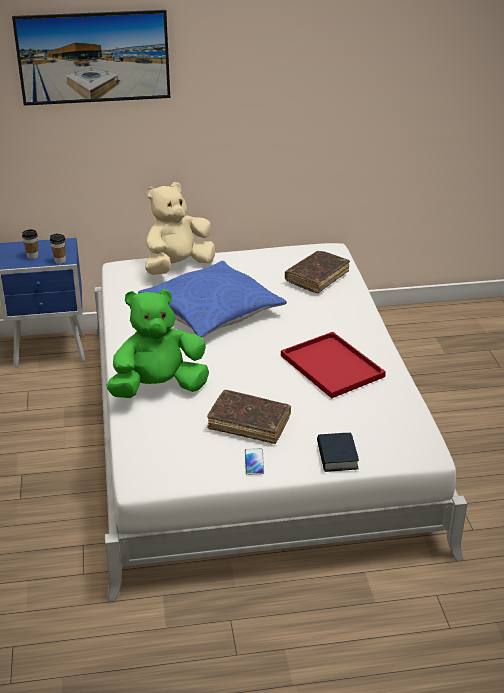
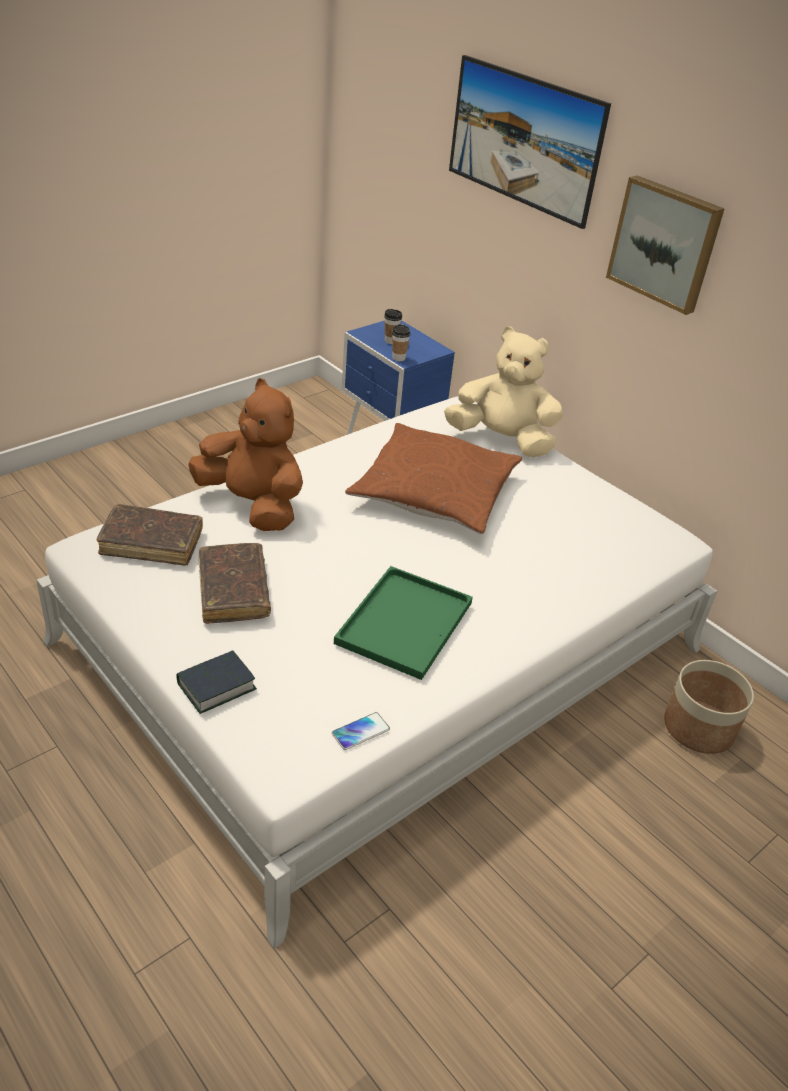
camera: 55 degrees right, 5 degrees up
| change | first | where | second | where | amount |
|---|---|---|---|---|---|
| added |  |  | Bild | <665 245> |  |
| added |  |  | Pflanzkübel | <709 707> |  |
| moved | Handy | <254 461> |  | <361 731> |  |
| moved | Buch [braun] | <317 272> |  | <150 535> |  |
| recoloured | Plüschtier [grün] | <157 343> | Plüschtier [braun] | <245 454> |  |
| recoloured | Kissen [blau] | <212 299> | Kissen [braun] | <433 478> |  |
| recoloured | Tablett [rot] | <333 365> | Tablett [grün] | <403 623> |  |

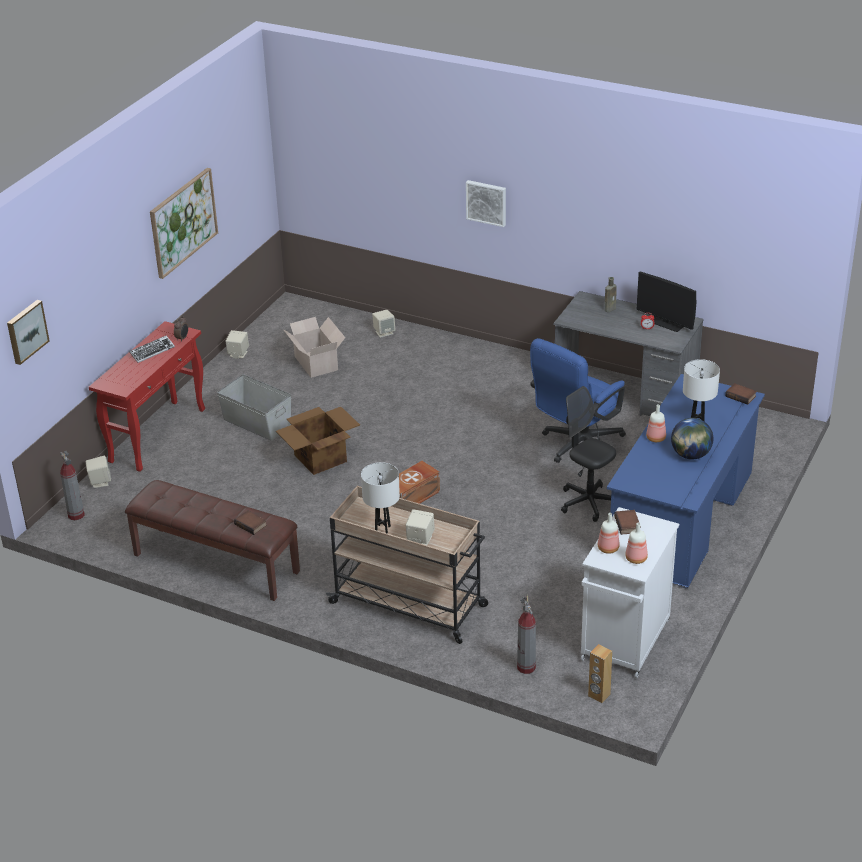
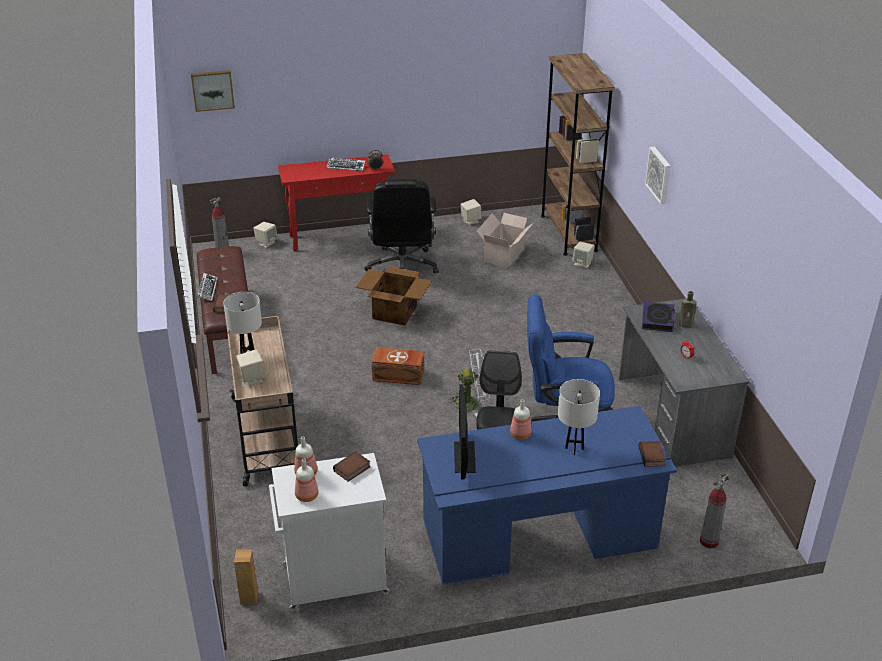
camera: 50 degrees right, 0 degrees up
| change | first | where | second | where | amount |
|---|---|---|---|---|---|
| removed | Bild | <184 223> |  |  |  |
| removed | Globus | <692 439> |  |  |  |
| added |  |  | Tastatur | <207 287> |  |
| added |  |  | Ventilator [weiß] | <469 383> |  |
| added |  |  | Bücherregal [braun] | <578 154> |  |
| added |  |  | Buch | <658 317> |  |
| moved | Feuerlöscher | <526 634> |  | <715 511> |  |
| moved | Monitor | <666 302> |  | <465 432> |  |
| replaced | Aufbewahrungsbox [grau] | <254 407> | Bürostuhl [schwarz] | <401 226> |  |

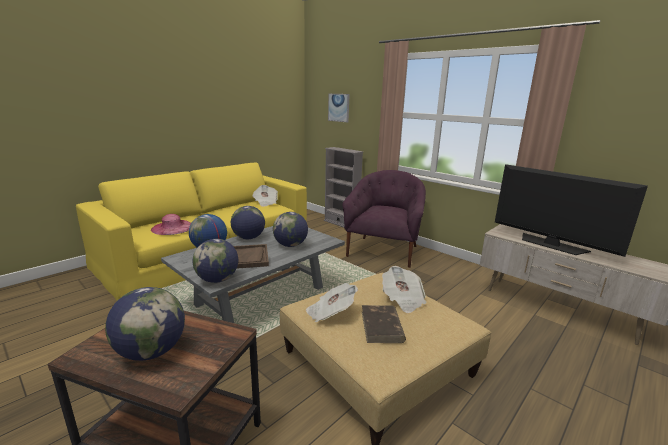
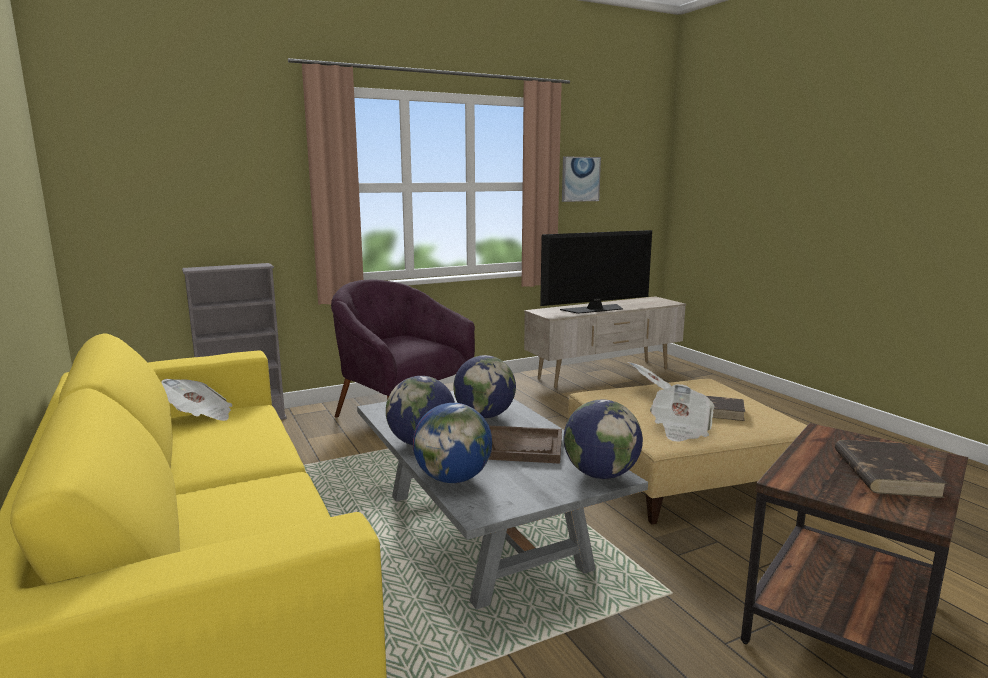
camera: 70 degrees left, 5 degrees down
| change | first | where | second | where | amount |
|---|---|---|---|---|---|
| removed | Hut [rosa] | <171 224> |  |  |  |
| moved | Bild | <339 108> |  | <581 179> |  |
| replaced | Globus | <145 324> | Buch [braun] | <891 469> |  |

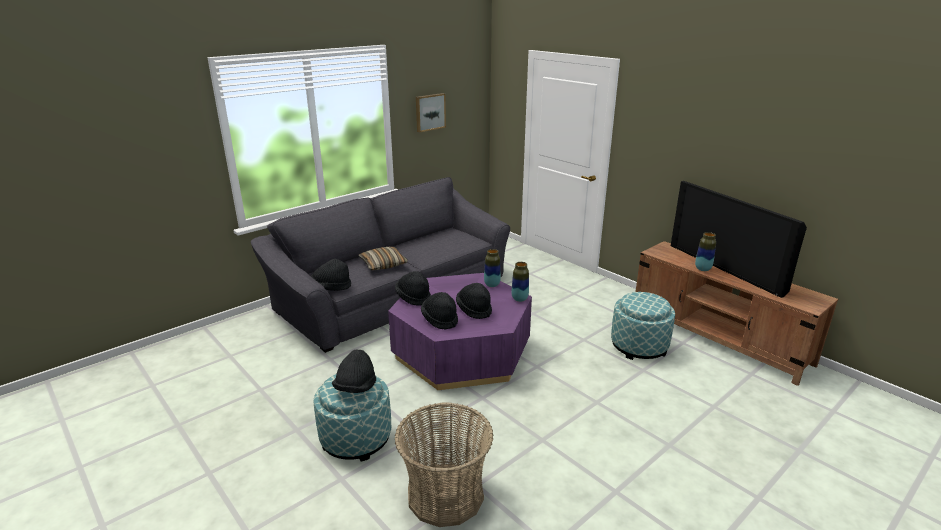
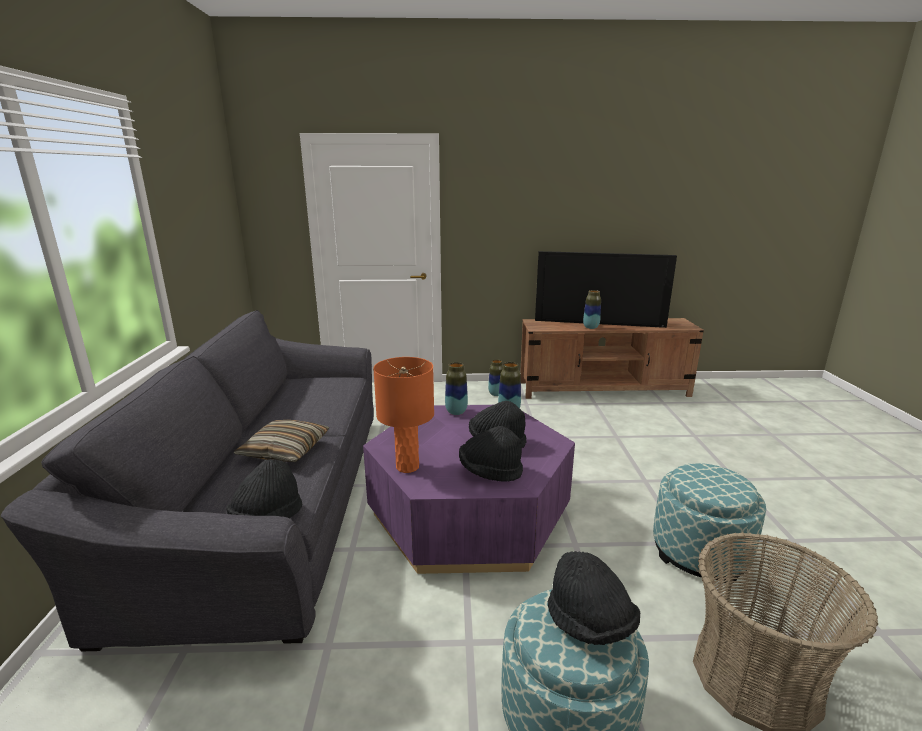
camera: 50 degrees left, 5 degrees down
| change | first | where | second | where | amount |
|---|---|---|---|---|---|
| removed | Bild | <431 112> |  |  |  |
| added |  |  | Vase | <495 378> |  |
| moved | Polsterhocker | <643 326> |  | <709 523> |  |
| replaced | Hut [schwarz] | <413 288> | Tischlampe [orange] | <403 415> |  |

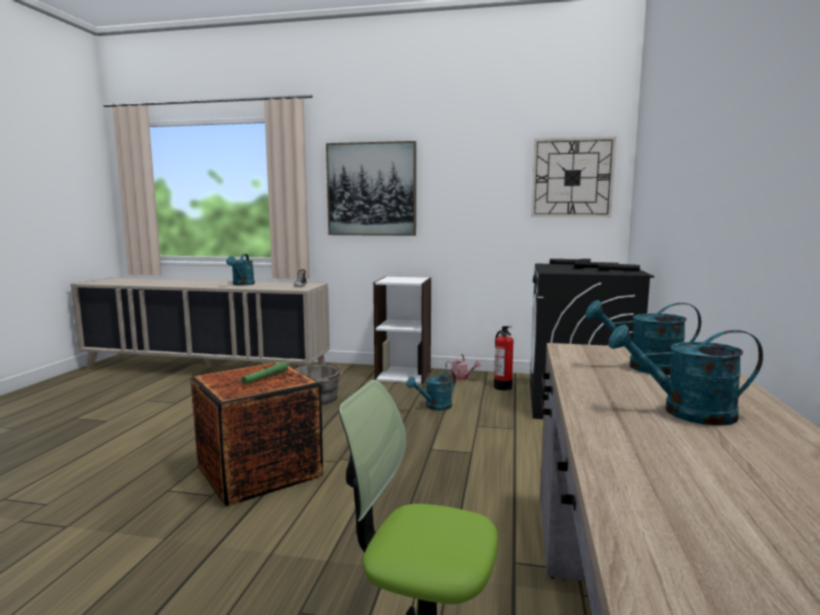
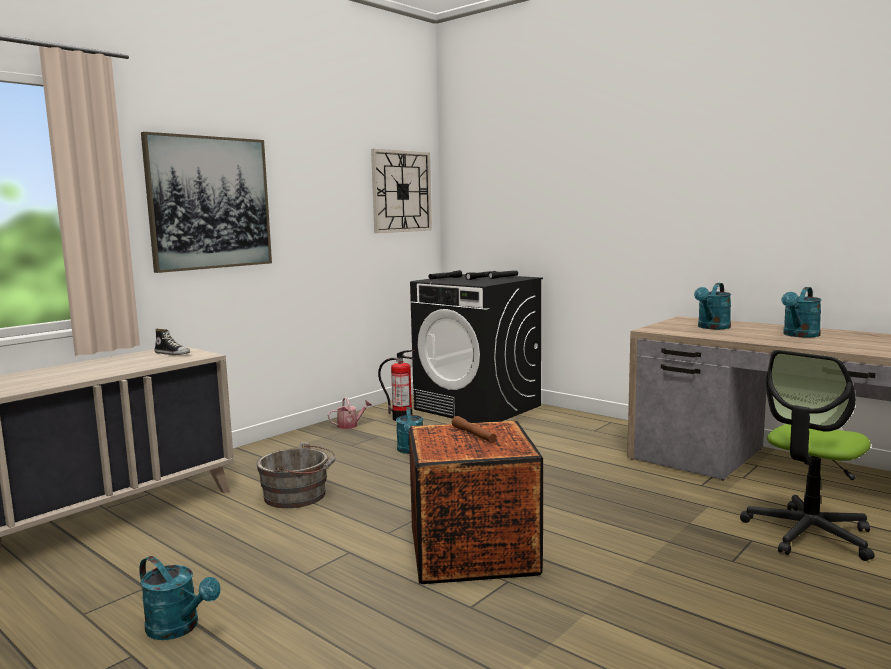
camera: 60 degrees left, 0 degrees up
| change | first | where | second | where | amount |
|---|---|---|---|---|---|
| removed | Bücherregal [weiß] | <402 330> |  |  |  |
| moved | Gießkanne [türkis] | <240 270> |  | <180 598> |  |
| recoloured | Taschenlampe [grün] | <264 372> | Taschenlampe [braun] | <474 429> |  |

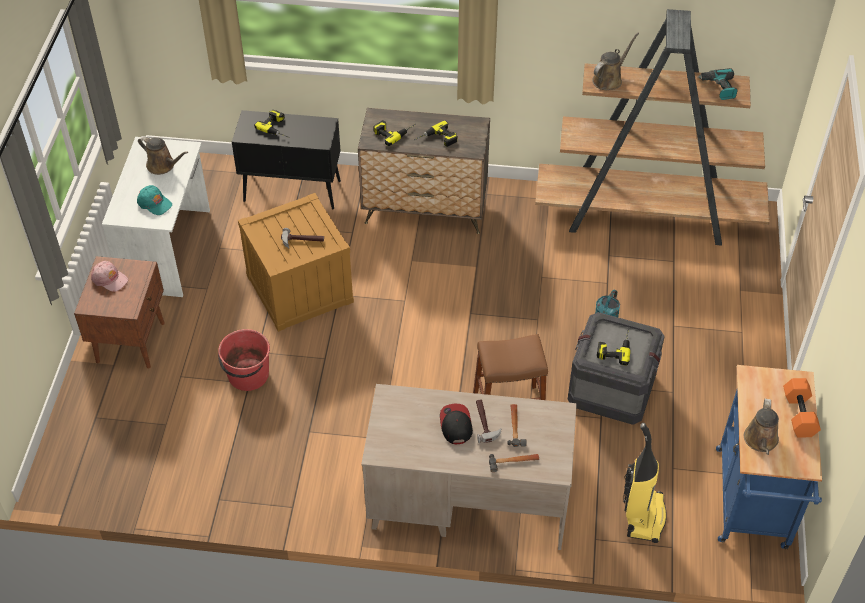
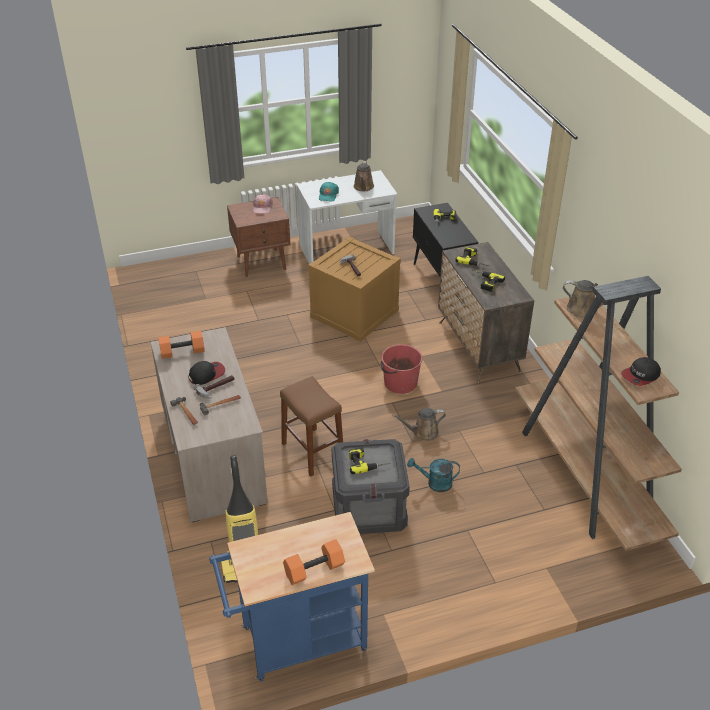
camera: 65 degrees right, 10 degrees down
| change | first | where | second | where | amount |
|---|---|---|---|---|---|
| added |  |  | Hantel [orange] | <181 345> |  |
| moved | Eimer [rot] | <244 360> |  | <401 369> |  |
| moved | Gießkanne [braun] | <761 426> |  | <419 424> |  |
| replaced | Bohrmaschine | <717 84> | Kappe | <641 371> |  |

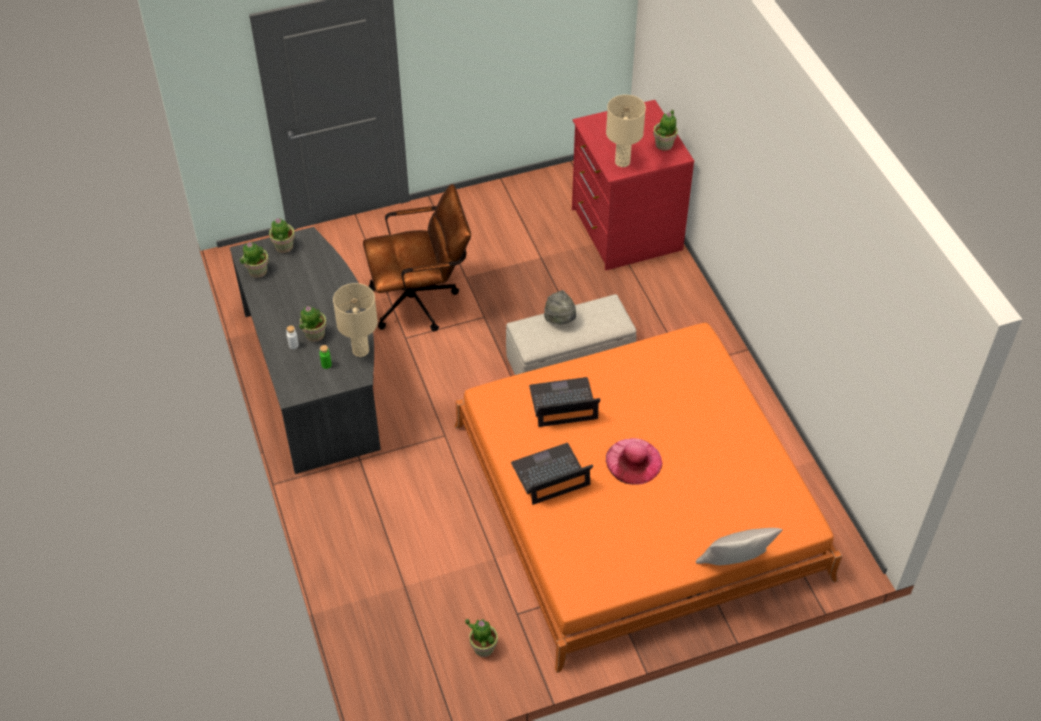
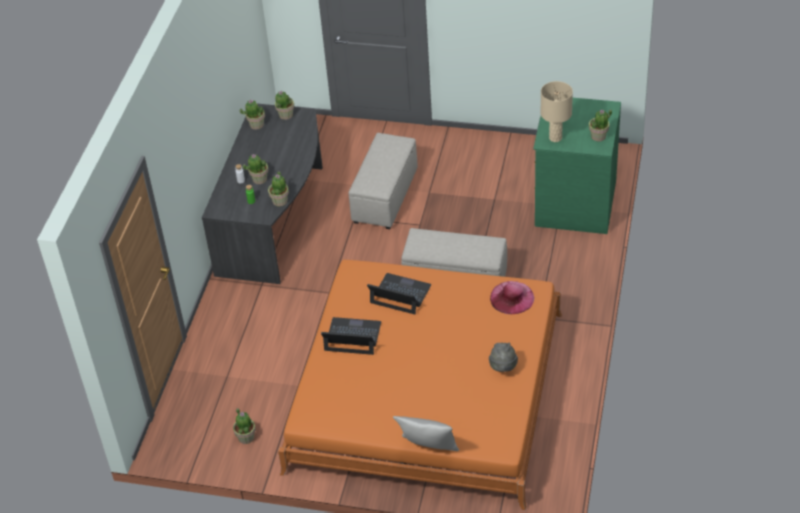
camera: 35 degrees right, 5 degrees down
| change | first | where | second | where | amount |
|---|---|---|---|---|---|
| moved | Hut [grau] | <560 307> |  | <503 357> |  |
| moved | Hut [rosa] | <634 461> |  | <512 297> |  |
| replaced | Tischlampe [beige] | <355 320> | Topfpflanze | <278 189> |  |
| replaced | Bürostuhl [braun] | <417 257> | Polsterhocker [beige] | <383 181> |  |
| recoloured | Kommode [rot] | <633 185> | Kommode [grün] | <577 166> |  |

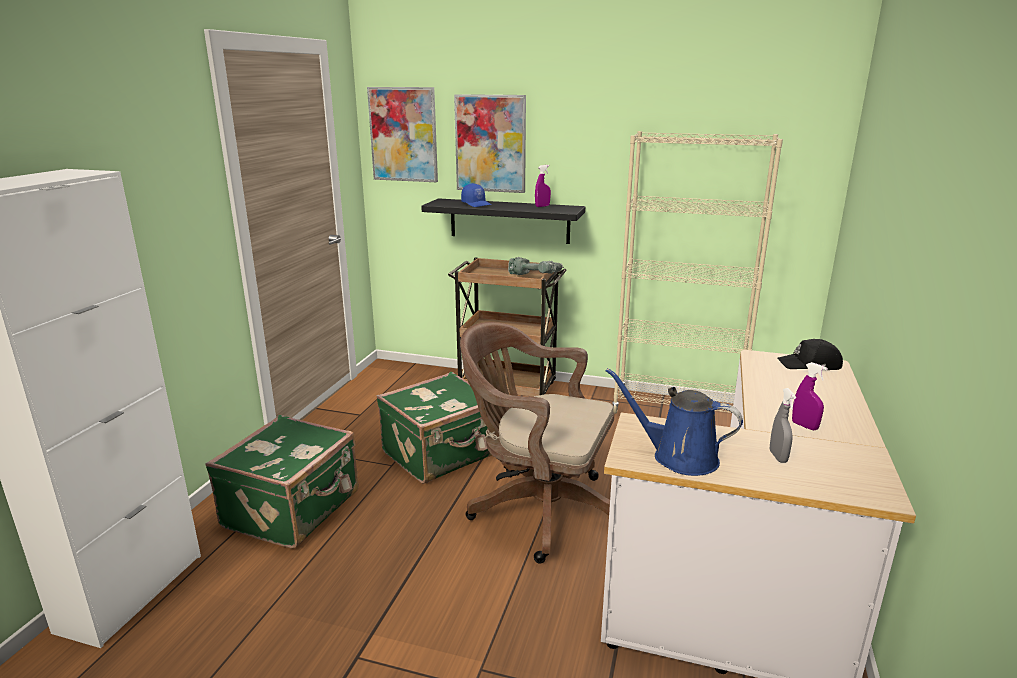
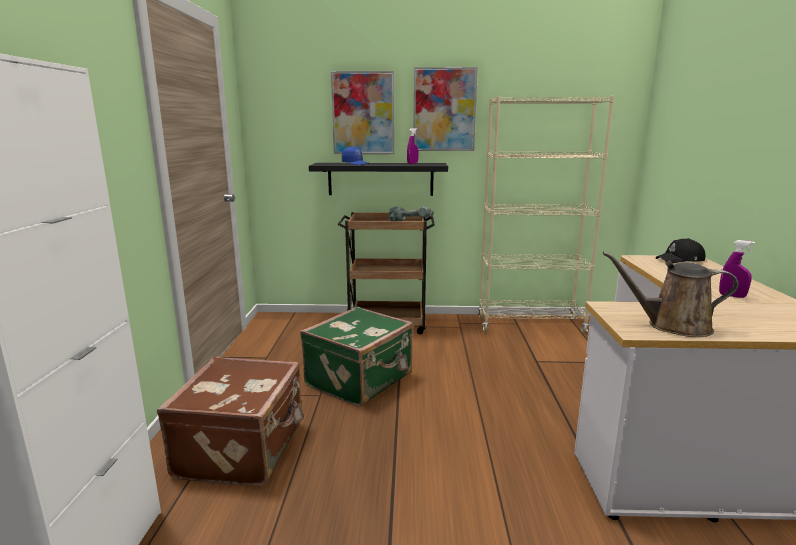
camera: 15 degrees left, 5 degrees down
| change | first | where | second | where | amount |
|---|---|---|---|---|---|
| removed | Bürostuhl [braun] | <537 443> |  |  |  |
| removed | Sprühflasche [grau] | <783 425> |  |  |  |
| moved | Bild | <402 134> |  | <446 109> |  |
| recoloured | Koffer [grün] | <282 482> | Koffer [braun] | <230 421> |  |
| recoloured | Gießkanne [blau] | <674 422> | Gießkanne [braun] | <670 294> |  |

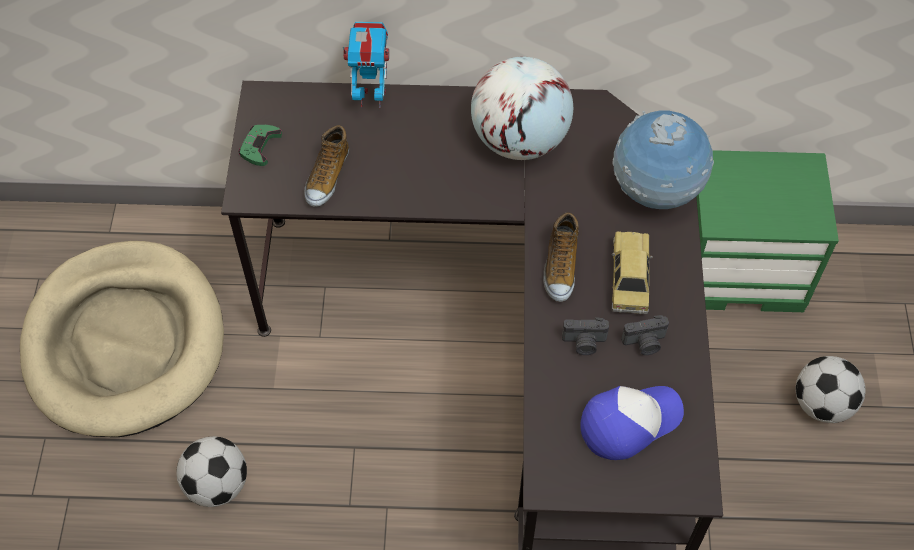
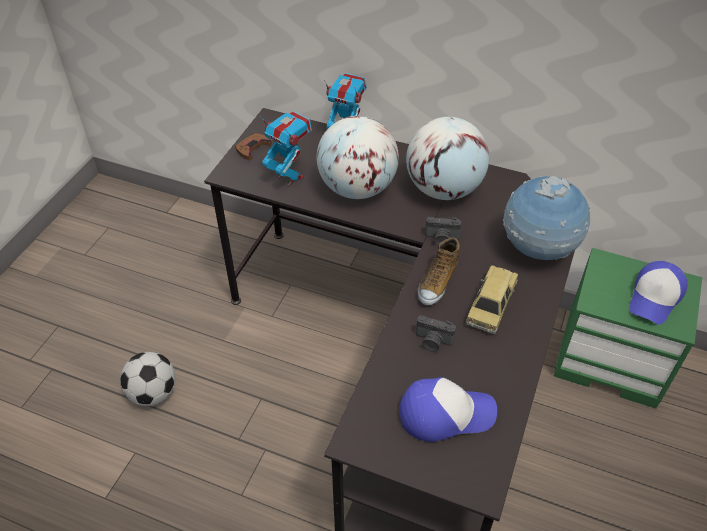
camera: 20 degrees right, 10 degrees down
| change | first | where | second | where | amount |
|---|---|---|---|---|---|
| removed | Hundebett [beige] | <122 339> |  |  |  |
| removed | Fußball | <831 389> |  |  |  |
| added |  |  | Globus | <358 157> |  |
| added |  |  | Kappe | <658 293> |  |
| moved | Kamera | <645 335> |  | <443 231> |  |
| replaced | Schuh | <326 166> | Spielzeugroboter | <285 148> |  |
| recoloured | Gamepad [grün] | <260 145> | Gamepad [braun] | <253 146> |  |

